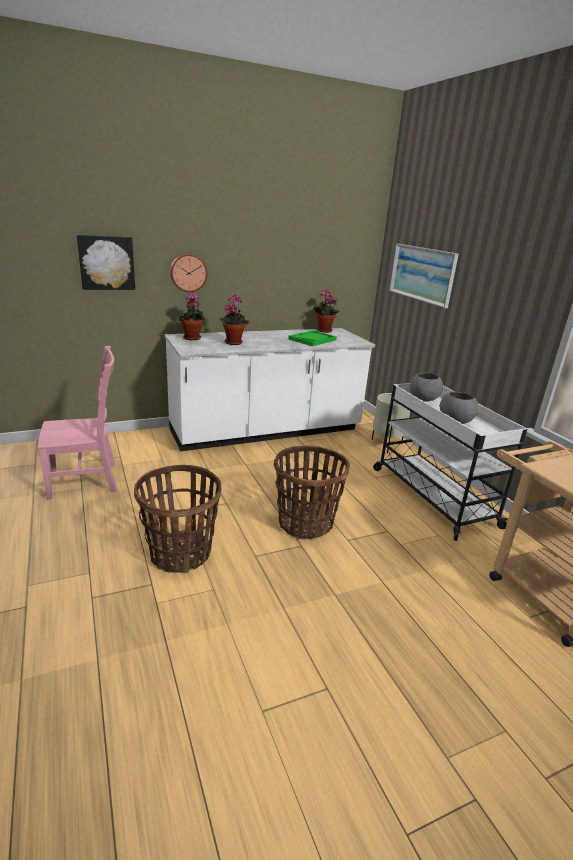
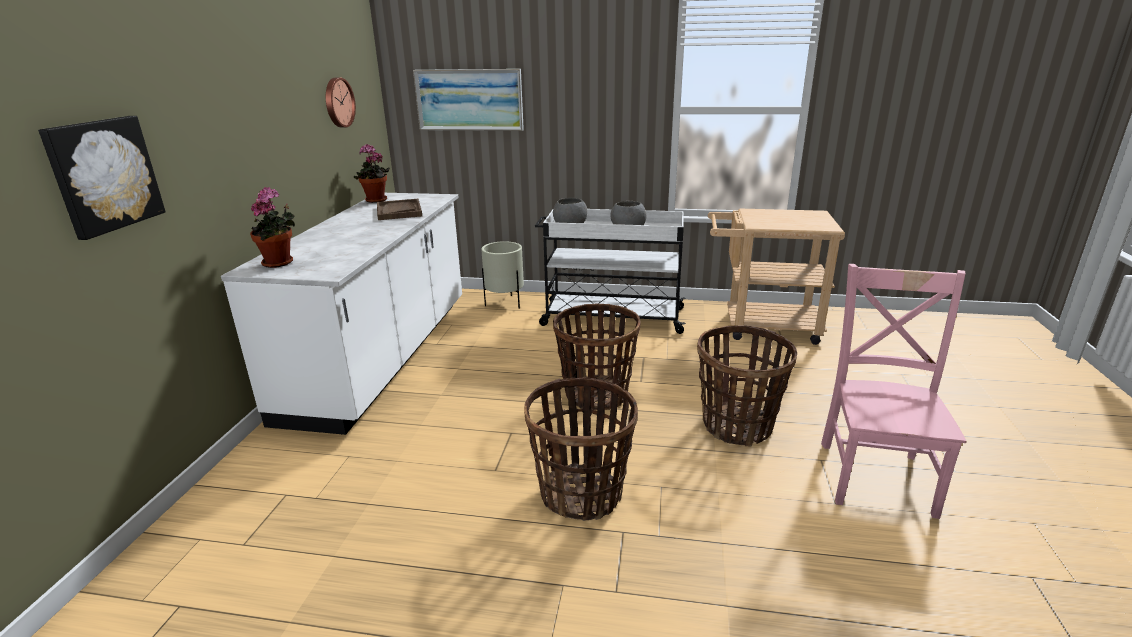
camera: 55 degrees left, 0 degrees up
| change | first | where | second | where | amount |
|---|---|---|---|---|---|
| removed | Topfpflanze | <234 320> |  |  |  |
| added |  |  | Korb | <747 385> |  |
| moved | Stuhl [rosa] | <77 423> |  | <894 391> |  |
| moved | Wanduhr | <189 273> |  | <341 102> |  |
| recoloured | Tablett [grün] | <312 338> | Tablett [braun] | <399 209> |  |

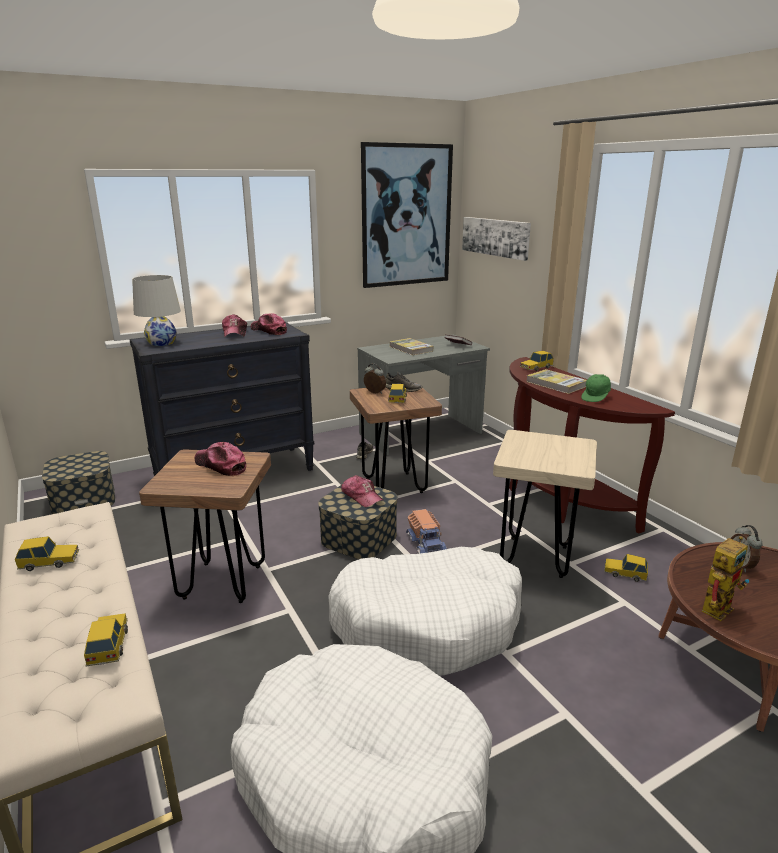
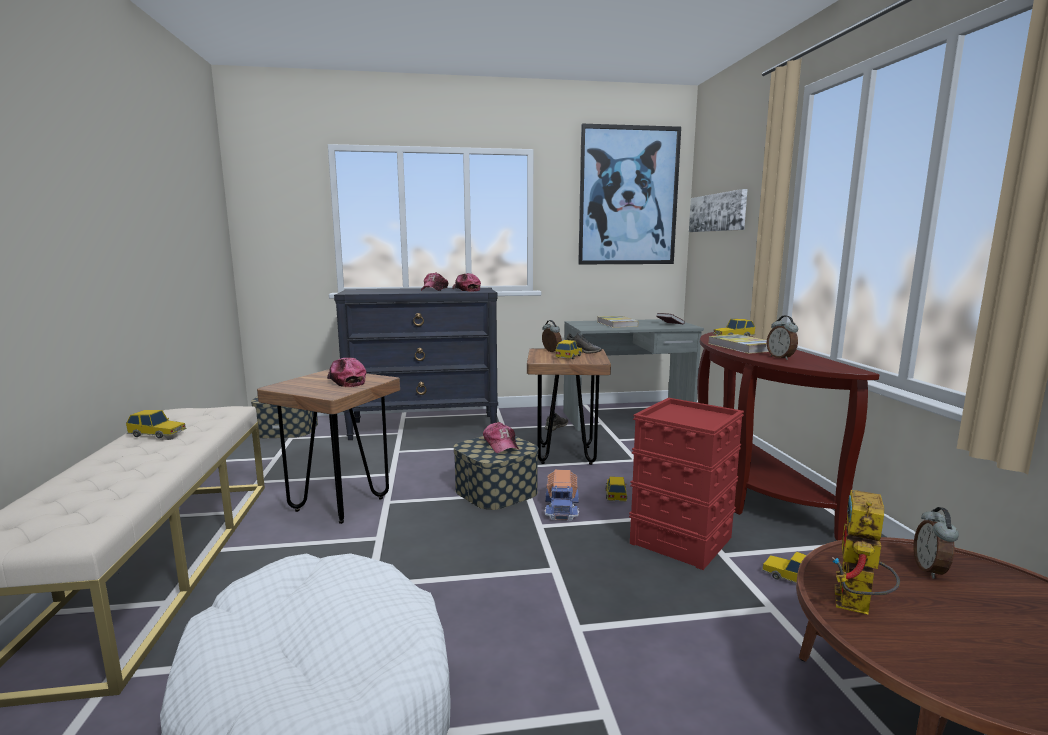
camera: 20 degrees right, 10 degrees down
| change | first | where | second | where | amount |
|---|---|---|---|---|---|
| removed | Tischlampe [weiß] | <156 310> |  |  |  |
| removed | Hundebett [weiß] | <425 611> |  |  |  |
| moved | Spielzeugauto | <106 640> |  | <616 488> |  |
| replaced | Hocker [beige] | <545 504> | Aufbewahrungsbox [rot] | <686 484> |  |
| replaced | Kappe [grün] | <596 388> | Wecker | <782 338> |  |
| turned | Spielzeugroboter | <726 578> |  | <866 552> | 135 degrees clockwise |

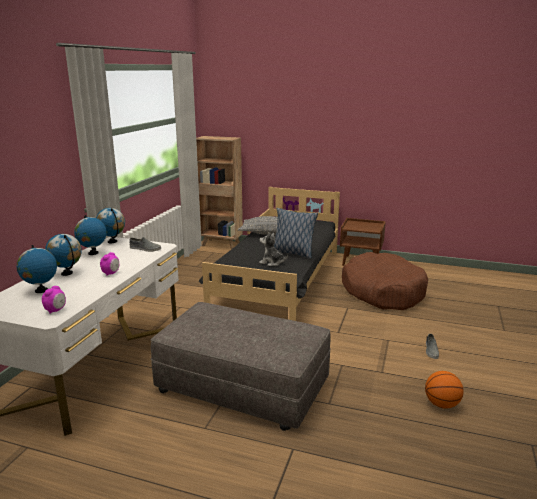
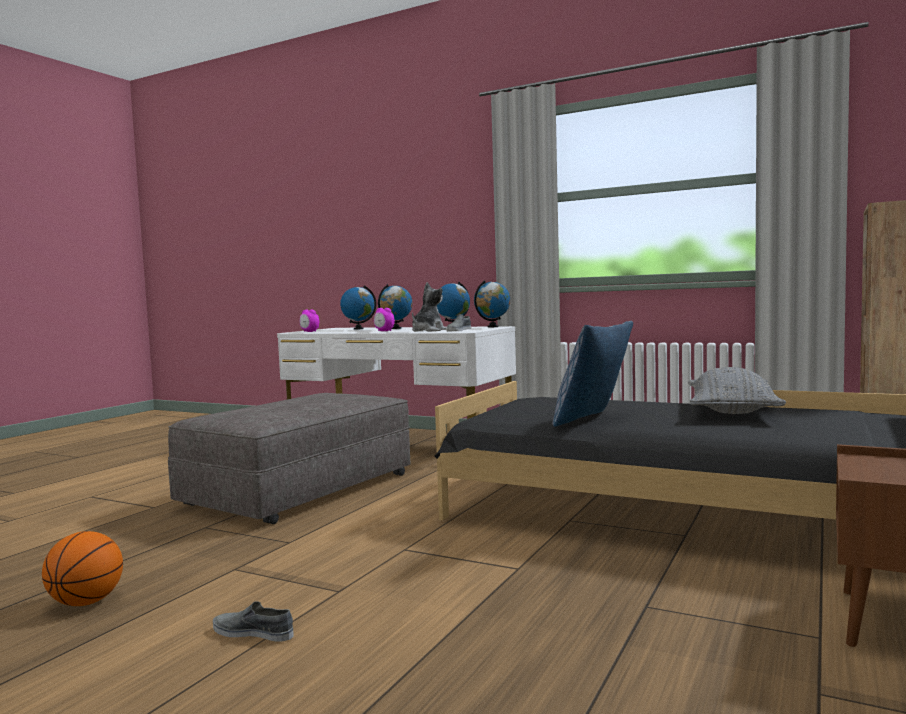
camera: 100 degrees right, 15 degrees down
| change | first | where | second | where | amount |
|---|---|---|---|---|---|
| removed | Hundebett [braun] | <385 281> |  |  |  |
| moved | Plüschtier | <273 249> |  | <429 306> |  |

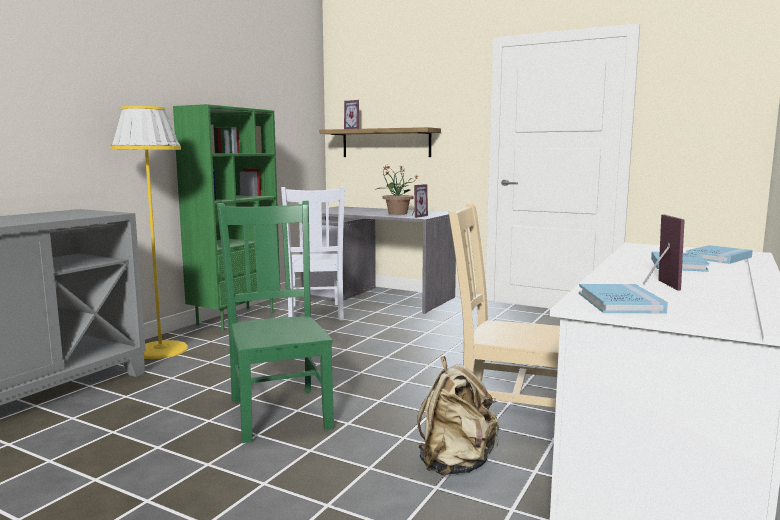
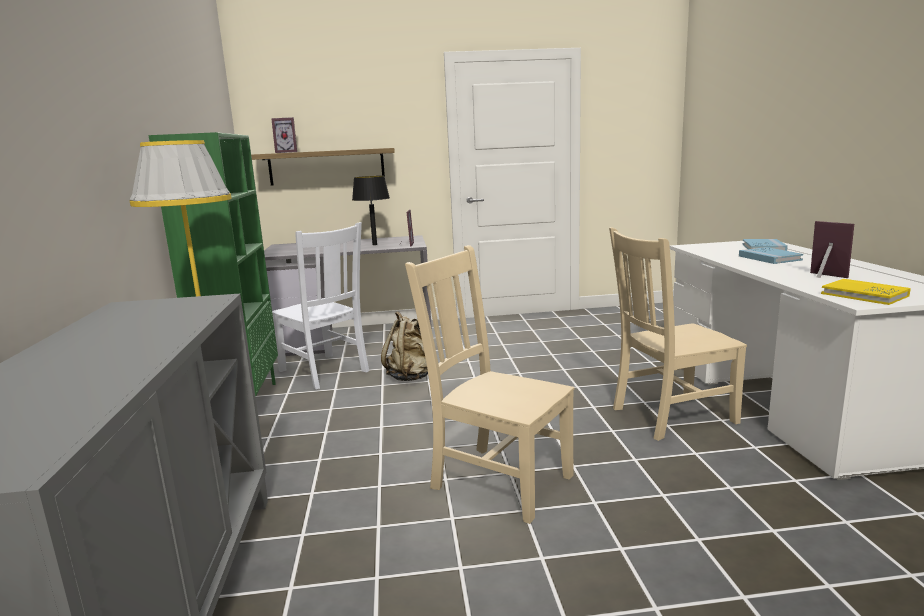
camera: 35 degrees left, 5 degrees up
| change | first | where | second | where | amount |
|---|---|---|---|---|---|
| moved | Rucksack [beige] | <458 415> |  | <404 346> |  |
| replaced | Topfpflanze | <396 190> | Tischlampe [schwarz] | <371 210> |  |
| recoloured | Stuhl [grün] | <275 322> | Stuhl [beige] | <489 384> |  |
| recoloured | Buch [blau] | <623 298> | Buch [gelb] | <866 292> |  |

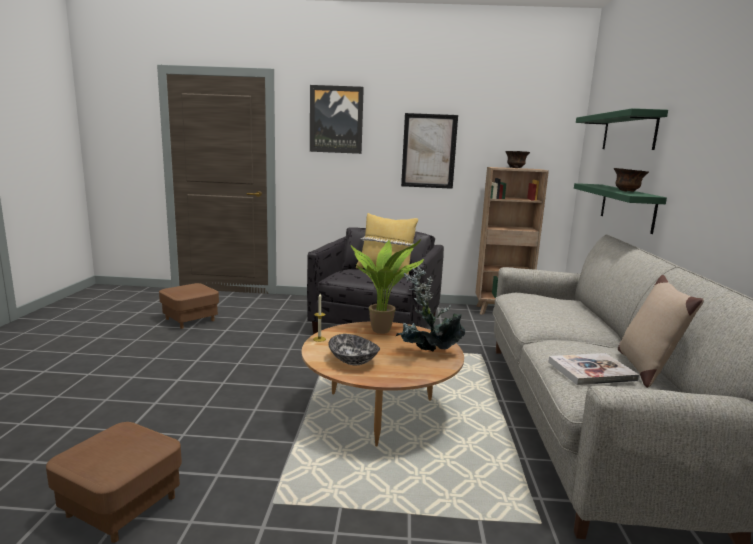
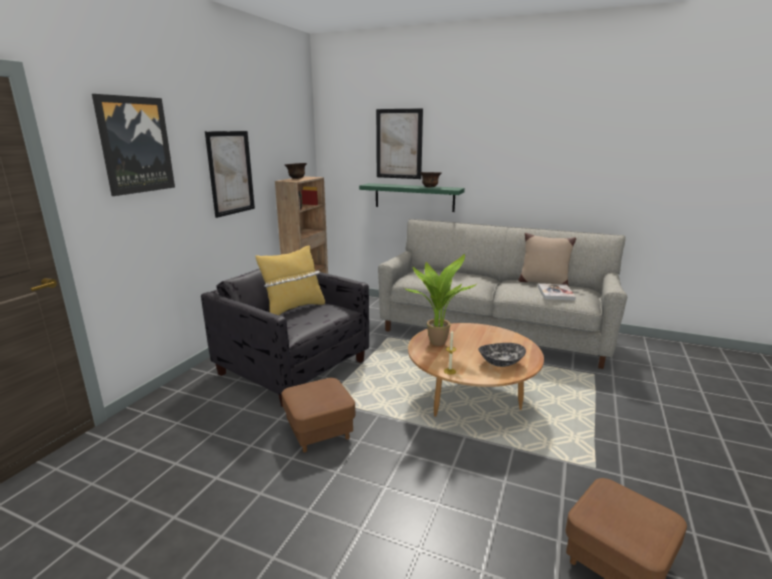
camera: 70 degrees left, 5 degrees up
| change | first | where | second | where | amount |
|---|---|---|---|---|---|
| removed | Topfpflanze | <430 309> |  |  |  |
| moved | Polsterhocker [braun] | <189 306> |  | <318 415> |  |
| replaced | Wandregal [grün] | <622 129> | Bild | <399 143> |  |

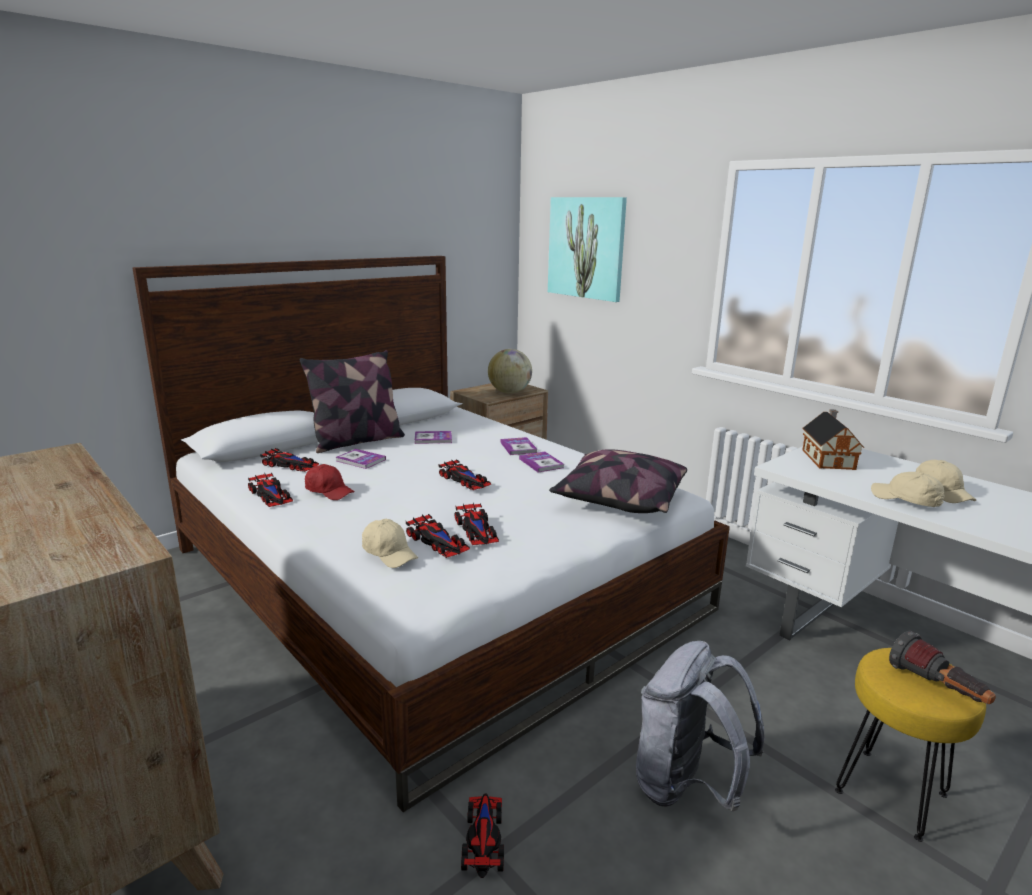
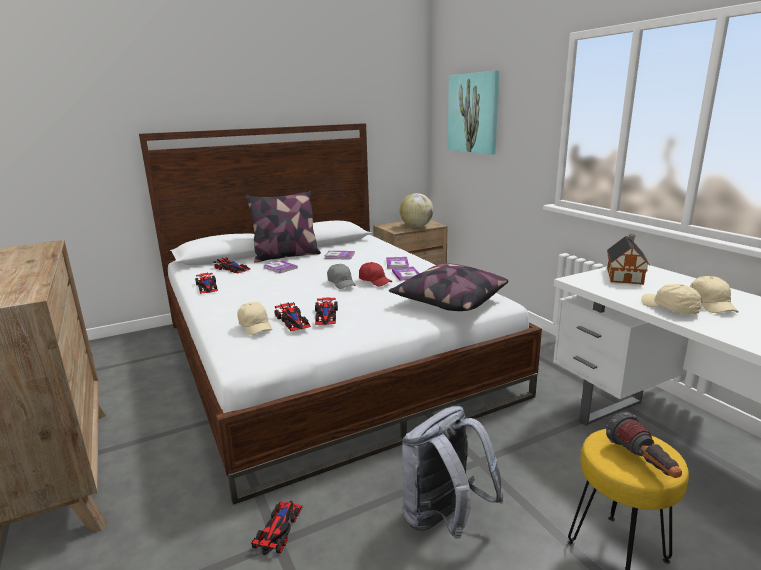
camera: 15 degrees right, 0 degrees up
| change | first | where | second | where | amount |
|---|---|---|---|---|---|
| moved | Kappe [rot] | <330 482> |  | <375 274> |  |
| replaced | Spielzeugauto | <465 474> | Kappe [grau] | <341 276> |  |

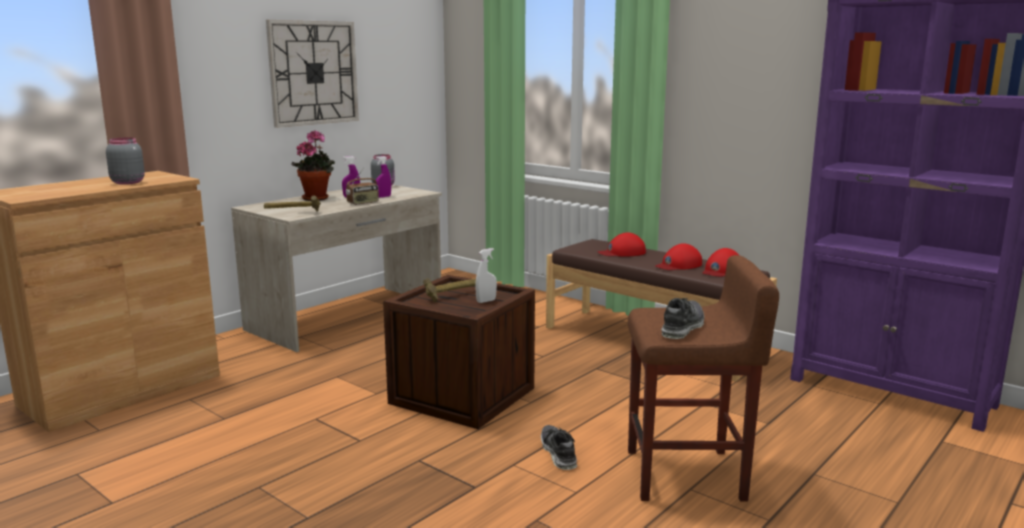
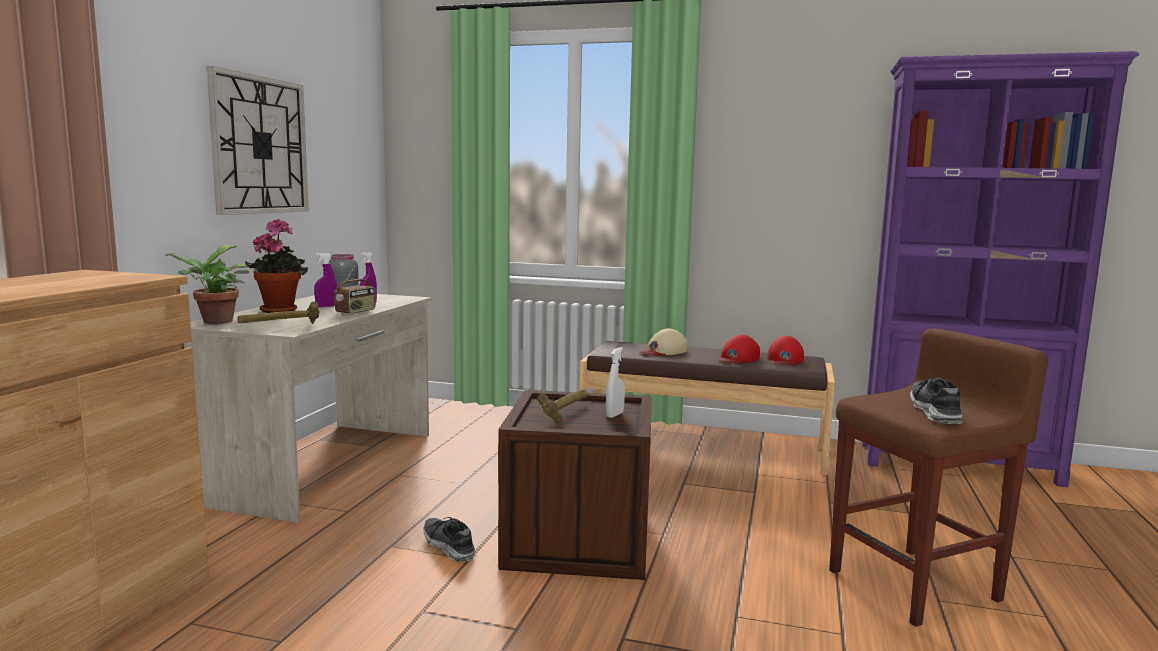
camera: 25 degrees left, 5 degrees down
| change | first | where | second | where | amount |
|---|---|---|---|---|---|
| removed | Vorratsglas [grau] | <125 161> |  |  |  |
| added |  |  | Topfpflanze | <207 284> |  |
| moved | Schuh | <559 447> |  | <449 539> |  |
| recoloured | Kappe [rot] | <622 244> | Kappe [beige] | <664 342> |  |

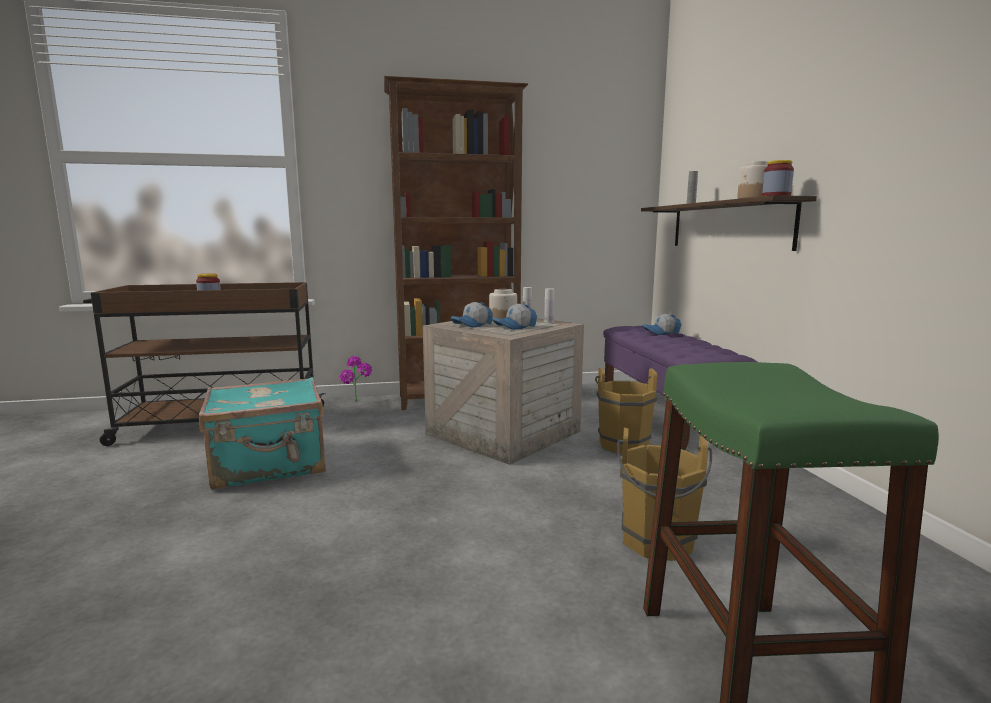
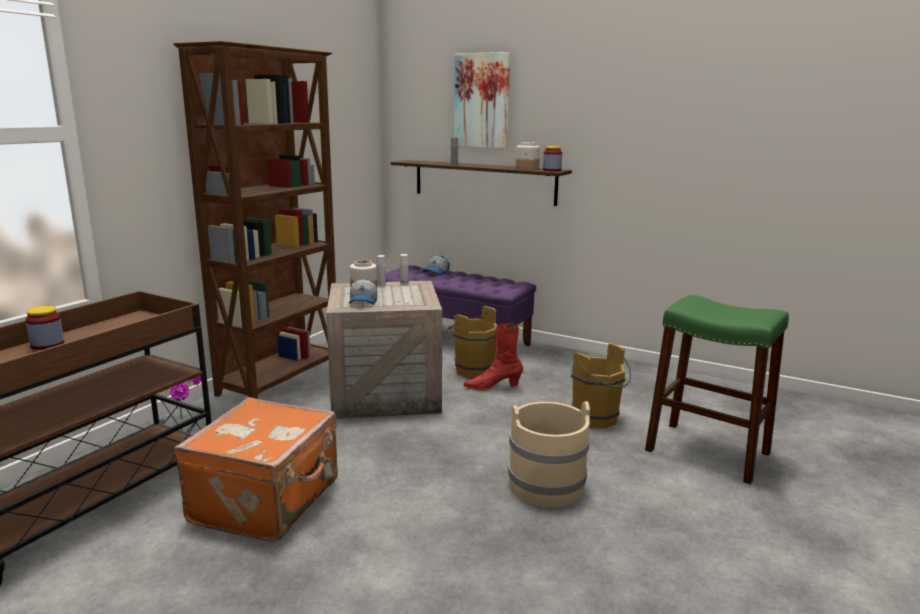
camera: 50 degrees left, 5 degrees up
| change | first | where | second | where | amount |
|---|---|---|---|---|---|
| removed | Kappe | <515 317> |  |  |  |
| added |  |  | Bild | <482 100> |  |
| added |  |  | Stiefel [rot] | <493 357> |  |
| added |  |  | Eimer [beige] | <549 454> |  |
| recoloured | Koffer [türkis] | <262 433> | Koffer [orange] | <256 469> |  |

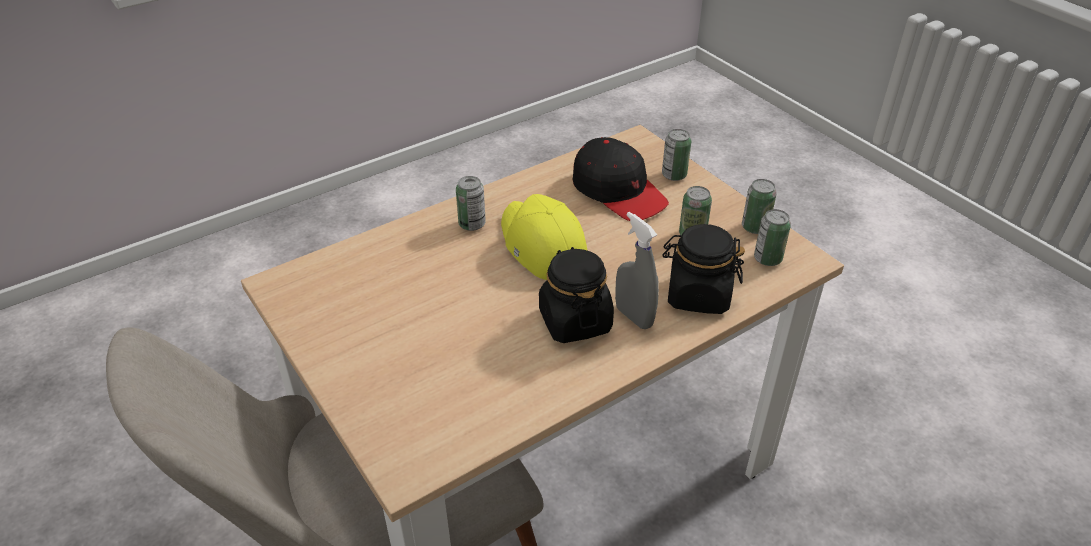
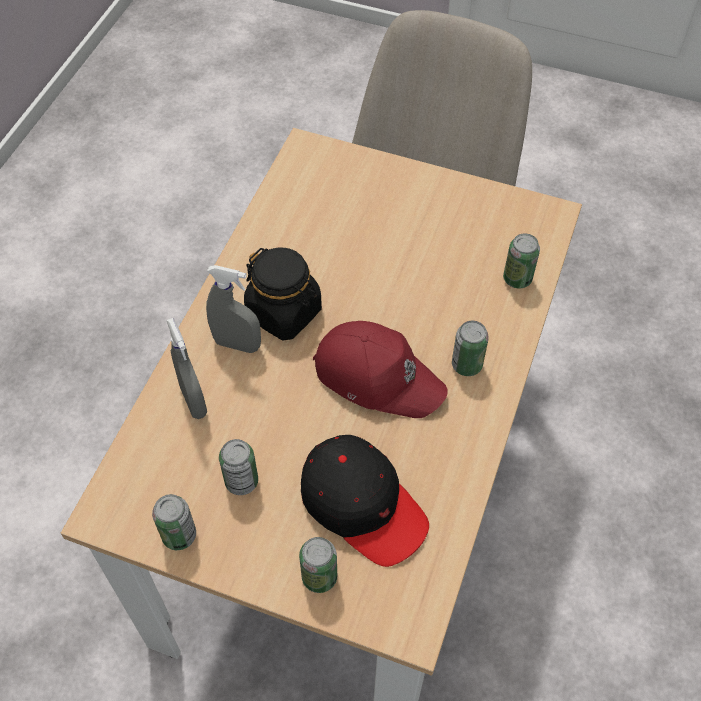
camera: 145 degrees right, 15 degrees up
| change | first | where | second | where | amount |
|---|---|---|---|---|---|
| moved | Dose | <772 237> |  | <521 261> |  |
| replaced | Vorratsglas [schwarz] | <703 269> | Sprühflasche [grau] | <186 368> |  |
| recoloured | Kappe [gelb] | <544 237> | Kappe [rot] | <380 369> |  |
| turned | Kappe [schwarz] | <621 179> |  | <365 501> | 150 degrees counterclockwise |

